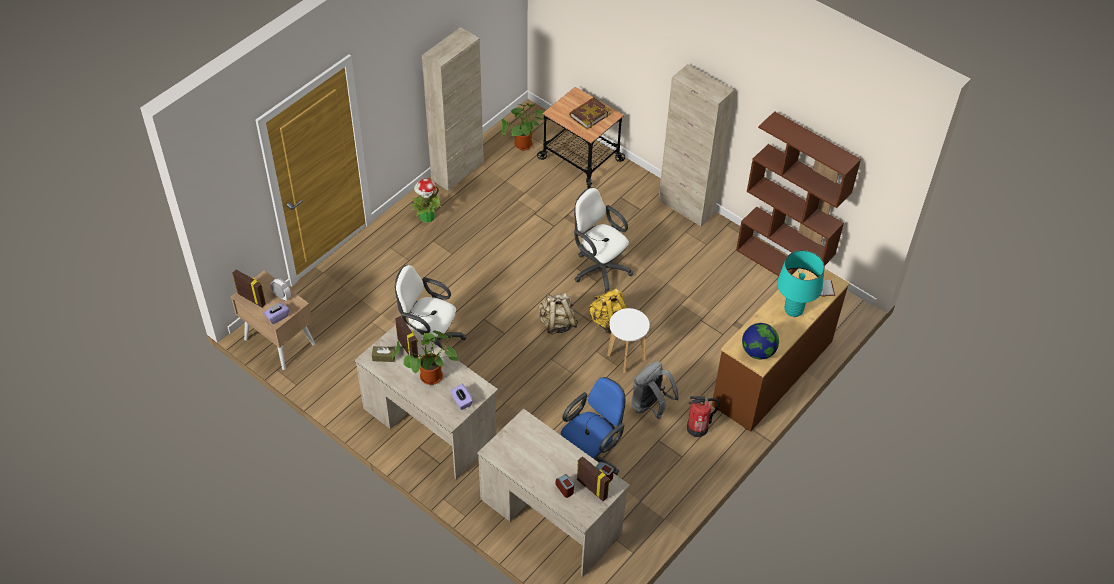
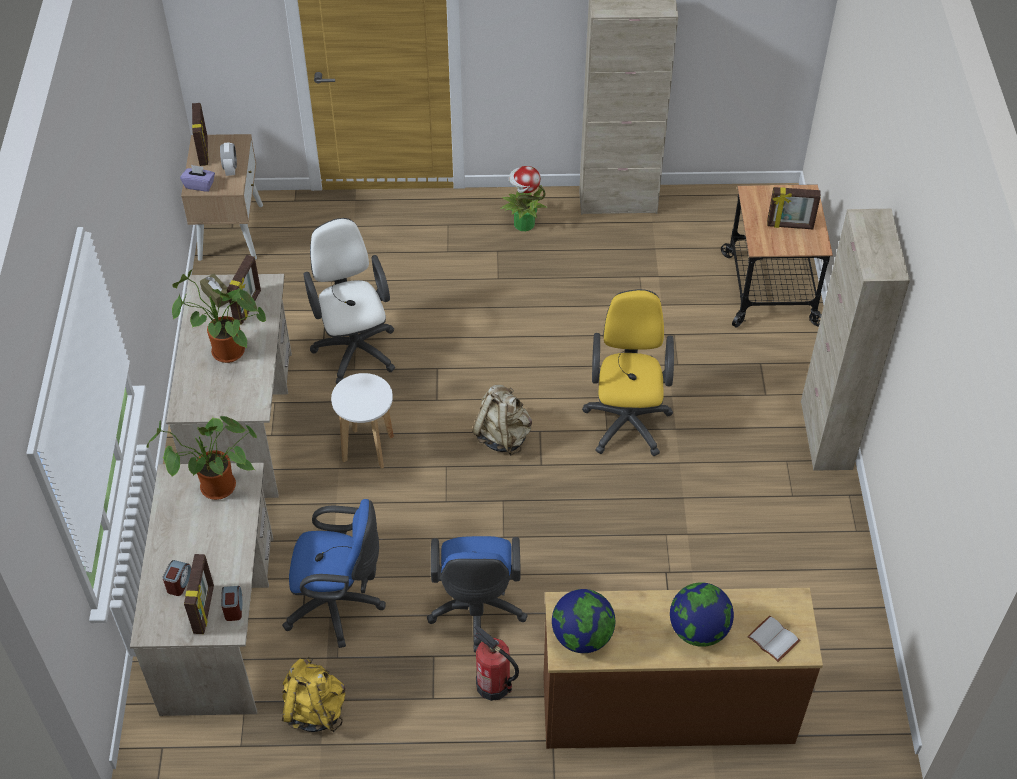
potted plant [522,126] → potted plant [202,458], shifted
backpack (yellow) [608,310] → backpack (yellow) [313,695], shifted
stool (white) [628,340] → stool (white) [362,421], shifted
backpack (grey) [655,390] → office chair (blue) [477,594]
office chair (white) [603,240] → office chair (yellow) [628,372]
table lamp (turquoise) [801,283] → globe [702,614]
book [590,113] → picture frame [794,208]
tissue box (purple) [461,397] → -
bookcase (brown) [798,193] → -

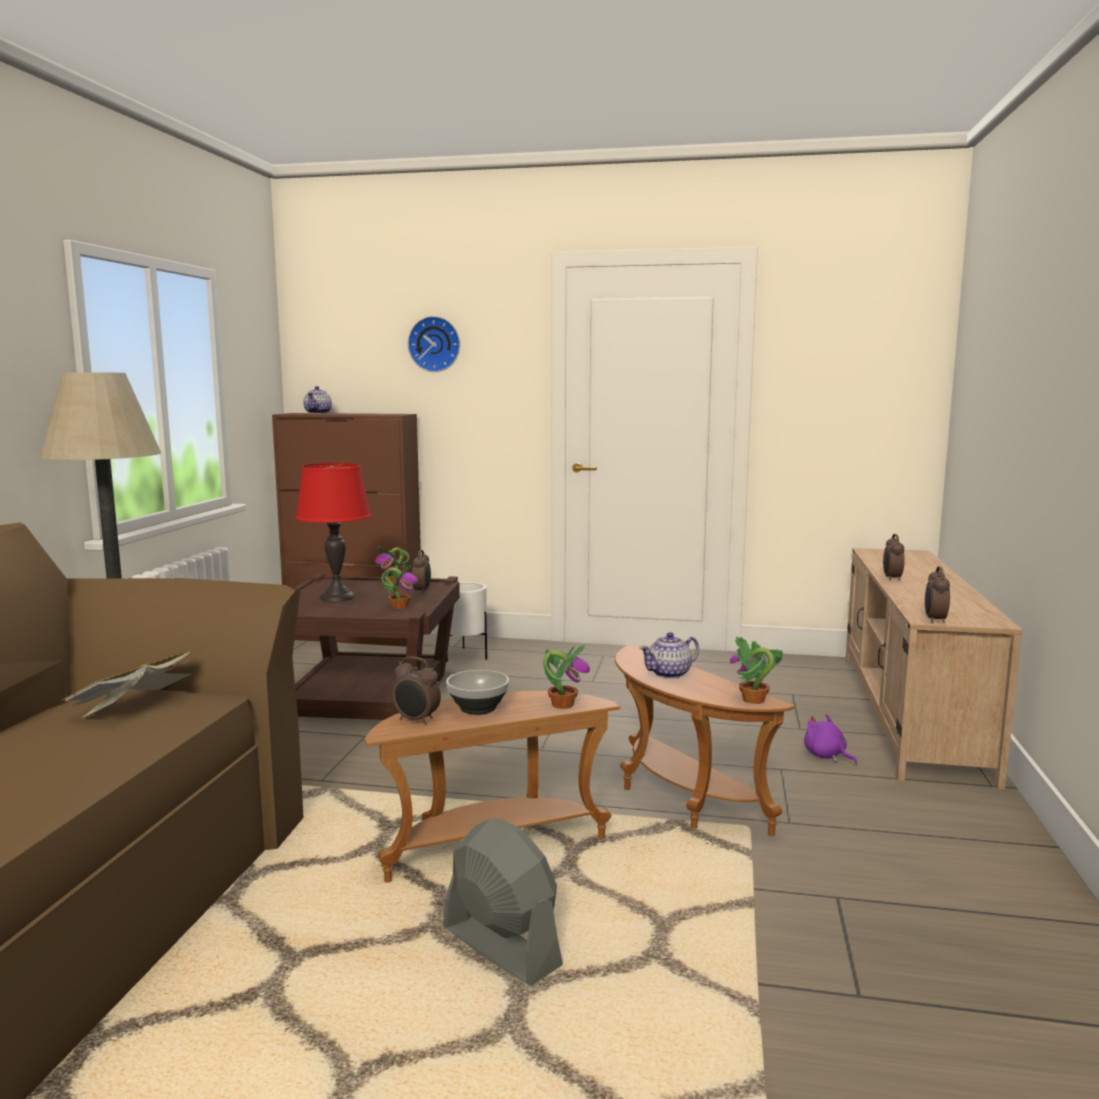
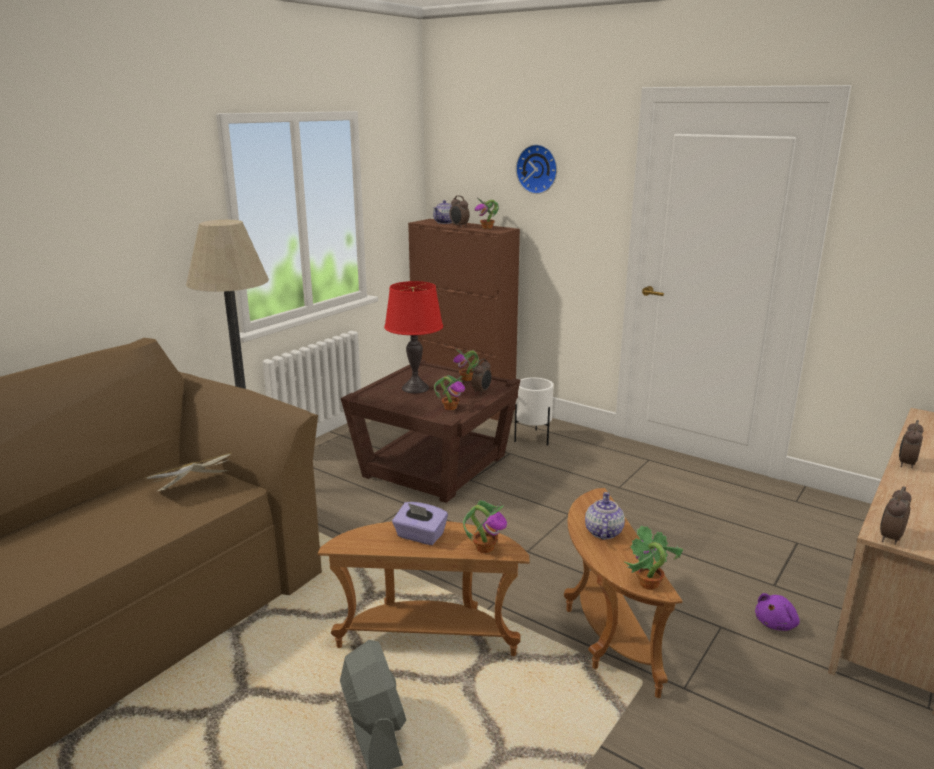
bowl [477,692] → tissue box (purple) [420,523]
alarm clock [416,691] → alarm clock [459,211], shifted
- → potted plant [487,213]
teapot [669,655] → teapot [605,516], 105 degrees clockwise
plush toy (purple) [830,739] → plush toy (purple) [777,612], 120 degrees counterclockwise

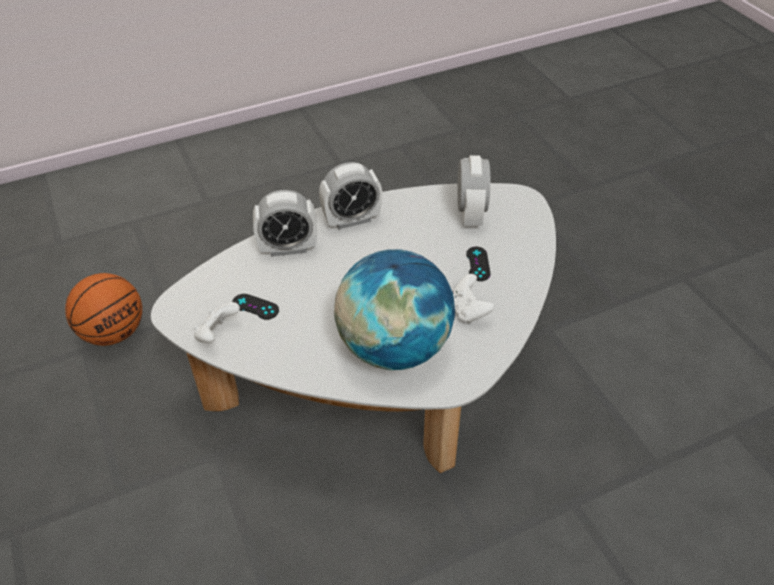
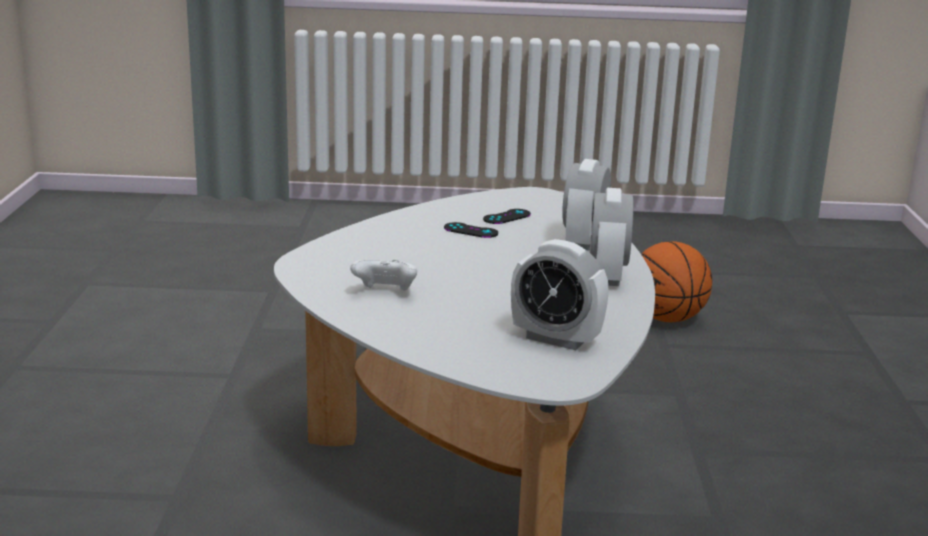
game controller (black) [478,264] → game controller (black) [471,230], shifted
game controller (white) [216,322] → -
globe [394,309] → -

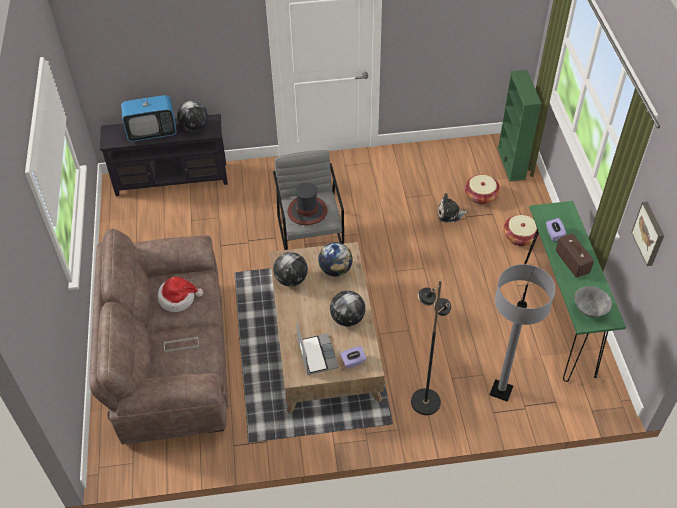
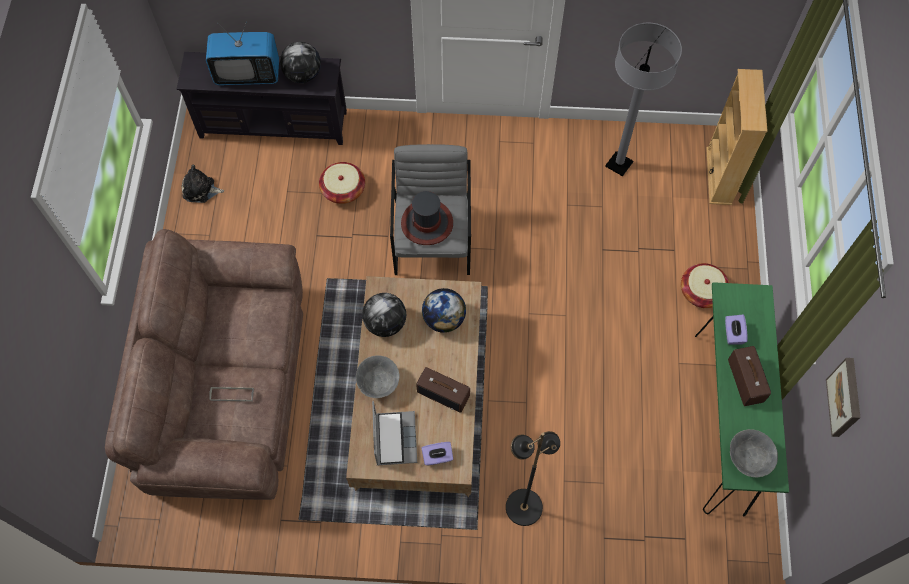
plush toy [453,208] → plush toy [203,183], shifted
basket [482,189] → basket [342,183], shifted
- → bowl (grey) [378,376]
globe [348,308] → radio [443,390]
floor lamp (grey) [522,333] → floor lamp (grey) [643,99], shifted
bookcase (green) [519,125] → bookcase (beige) [737,137]
hat [180,294] → -

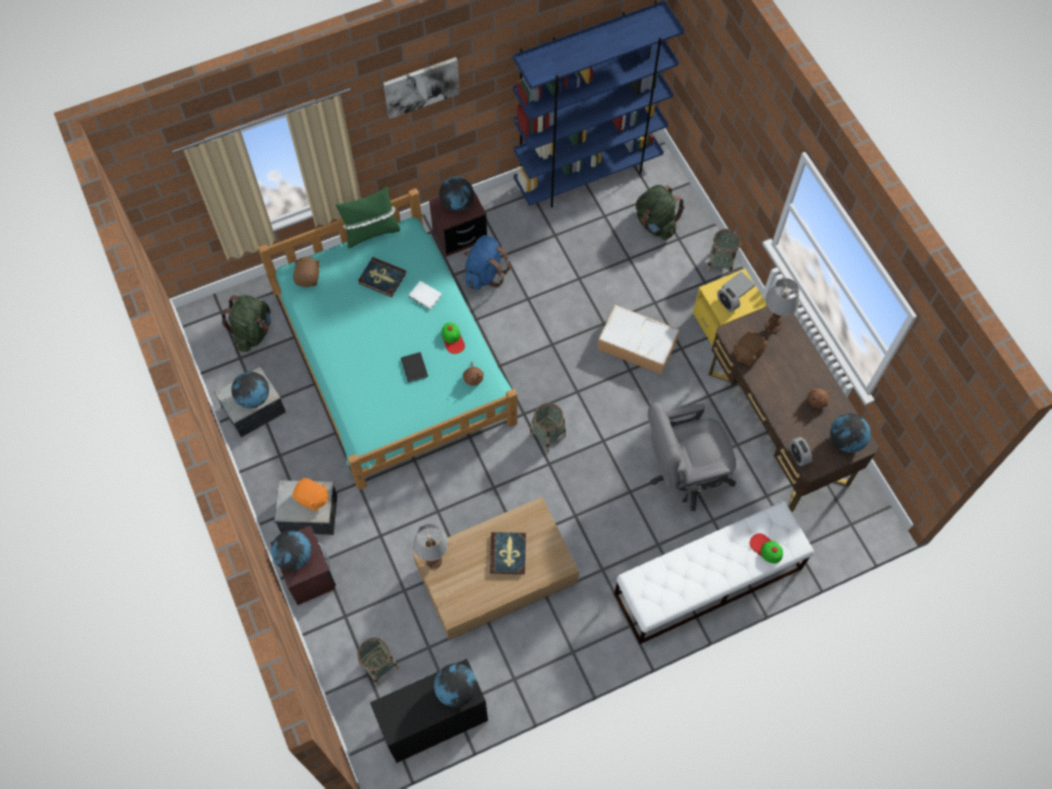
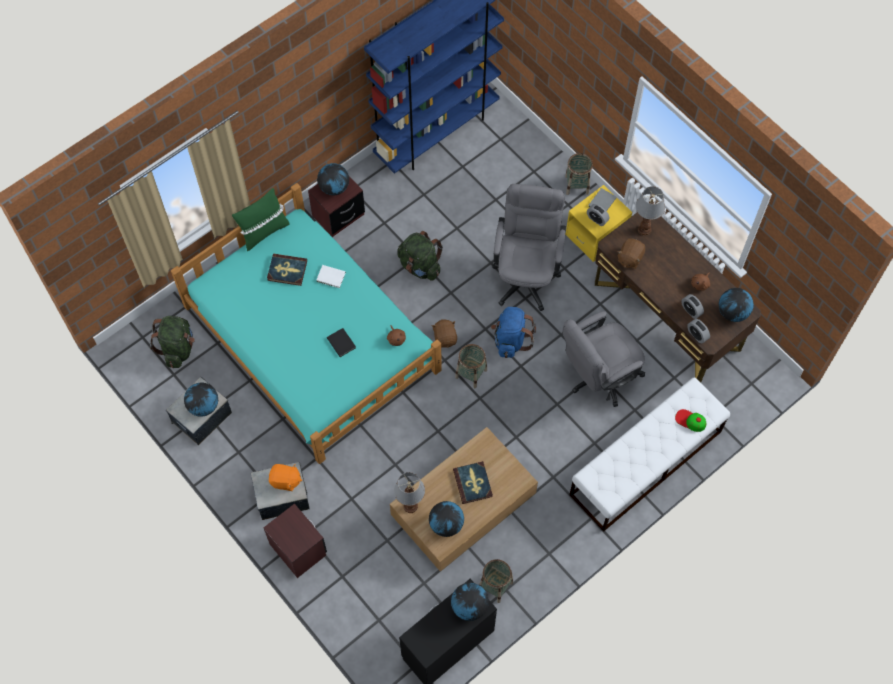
backpack (green) [660,212] → backpack (green) [420,256], shifted
globe [291,550] → globe [446,519], shifted
plush toy (brown) [306,271] → plush toy (brown) [444,333], shifted
basket [378,662] → basket [496,581], shifted
backpack (blue) [487,262] → backpack (blue) [513,332], shifted
storage box [638,340] → office chair (grey) [529,247]
- → alarm clock [692,306]
picture [421,88] → -
cap [453,338] → -

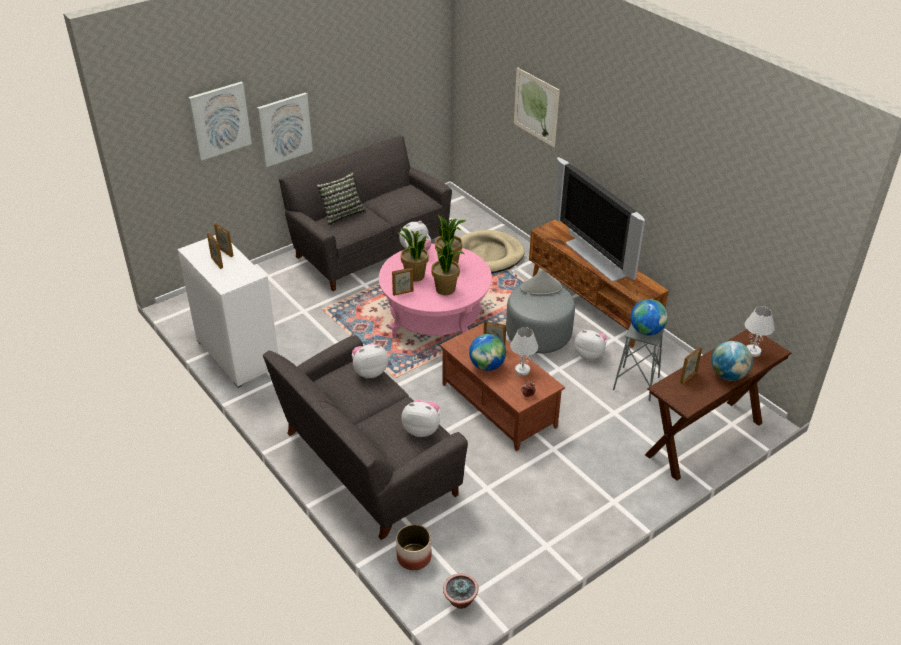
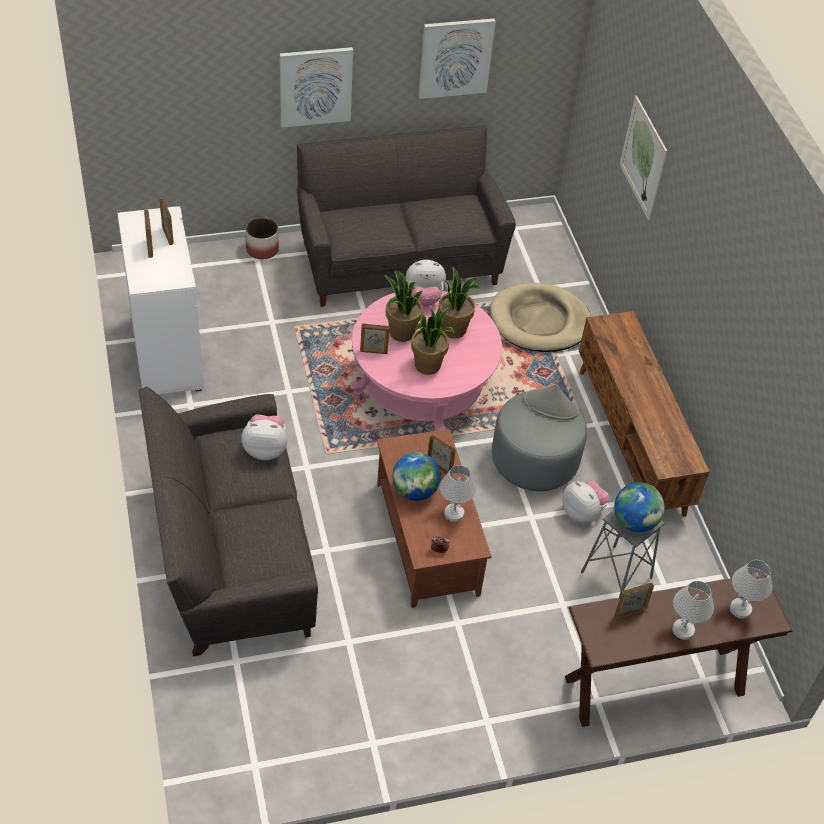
planter [414,547] → planter [262,238], shifted
picture [220,121] → picture [457,58], shifted
globe [732,361] → table lamp (white) [693,610]
pillow [341,199] → -
plush toy [420,418] → -
potted plant [460,591] → -
television [598,219] → -

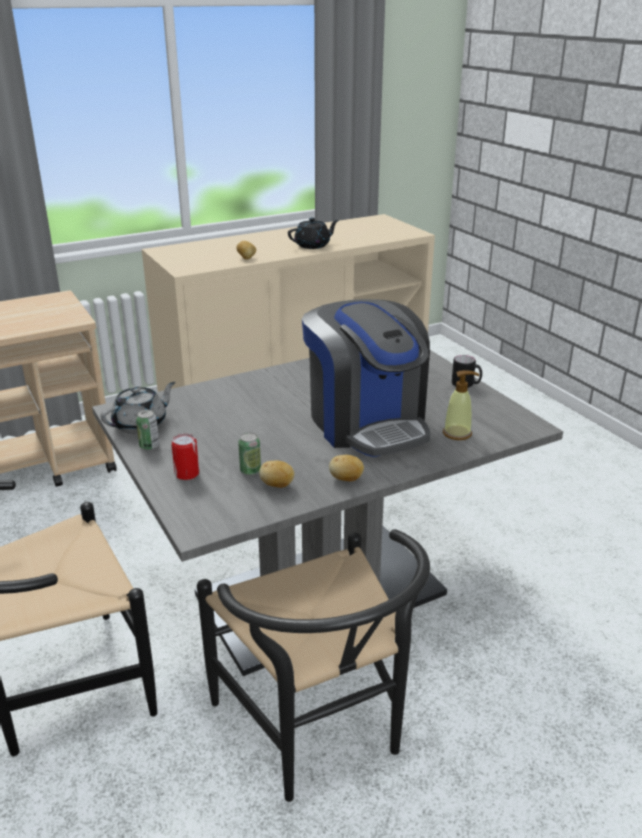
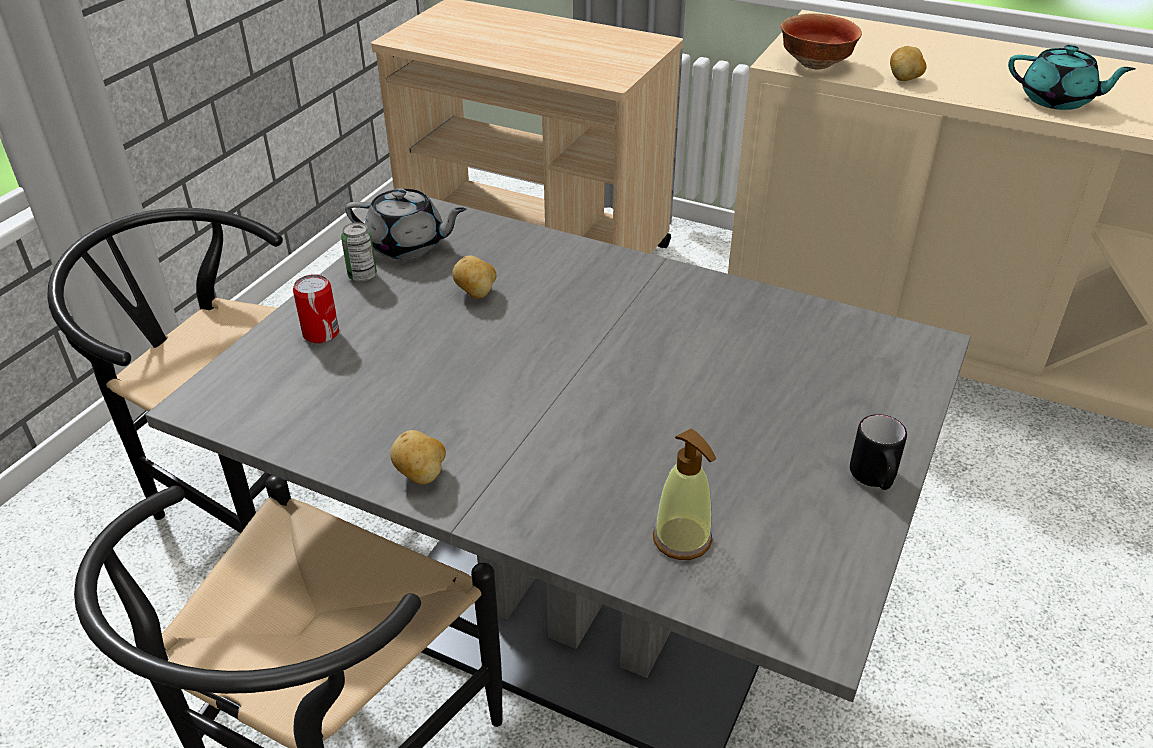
potato [276,474] → potato [474,277], shifted
- → bowl [821,41]
teapot (black) [313,233] → teapot (turquoise) [1071,77]
can [249,453] → -
coffee machine [366,378] → -

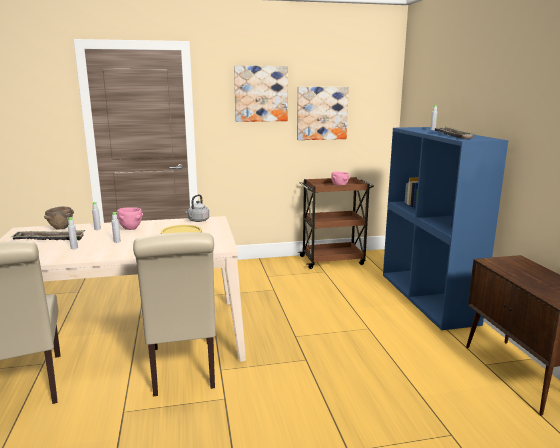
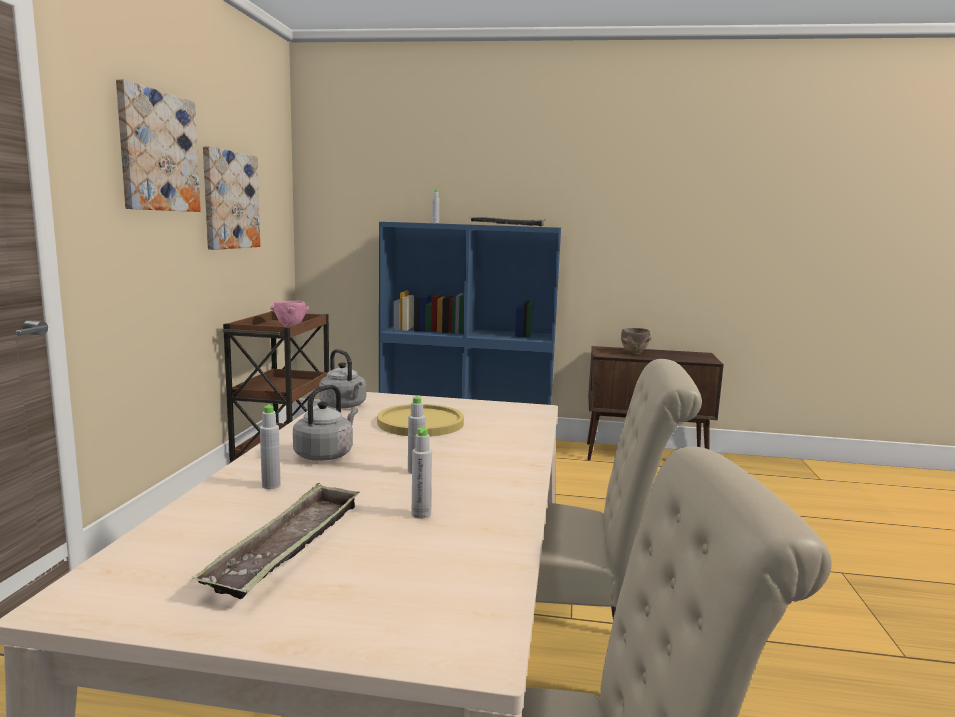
bowl (pink) [130,219] → kettle (grey) [325,423]
bowl (brown) [59,218] → bowl (brown) [636,341], shifted

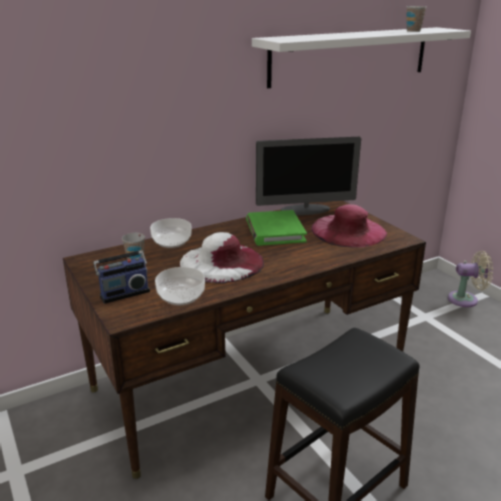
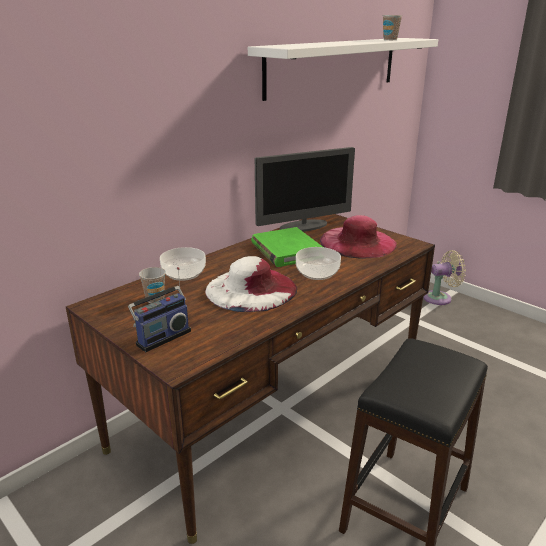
bowl [180,286] → bowl [318,263], shifted

